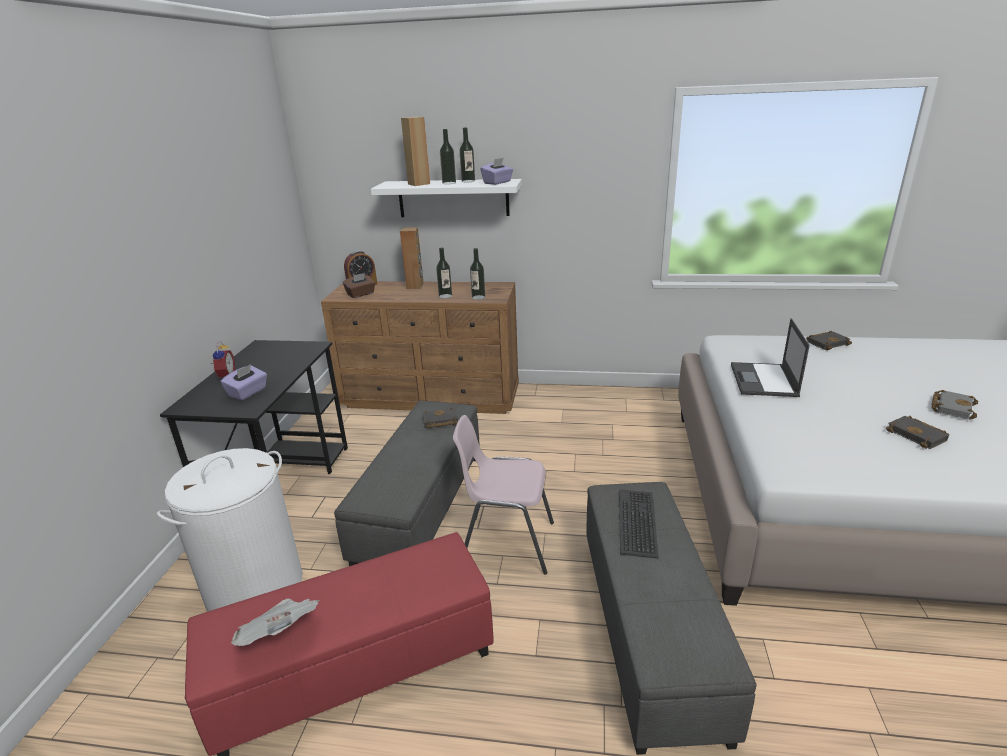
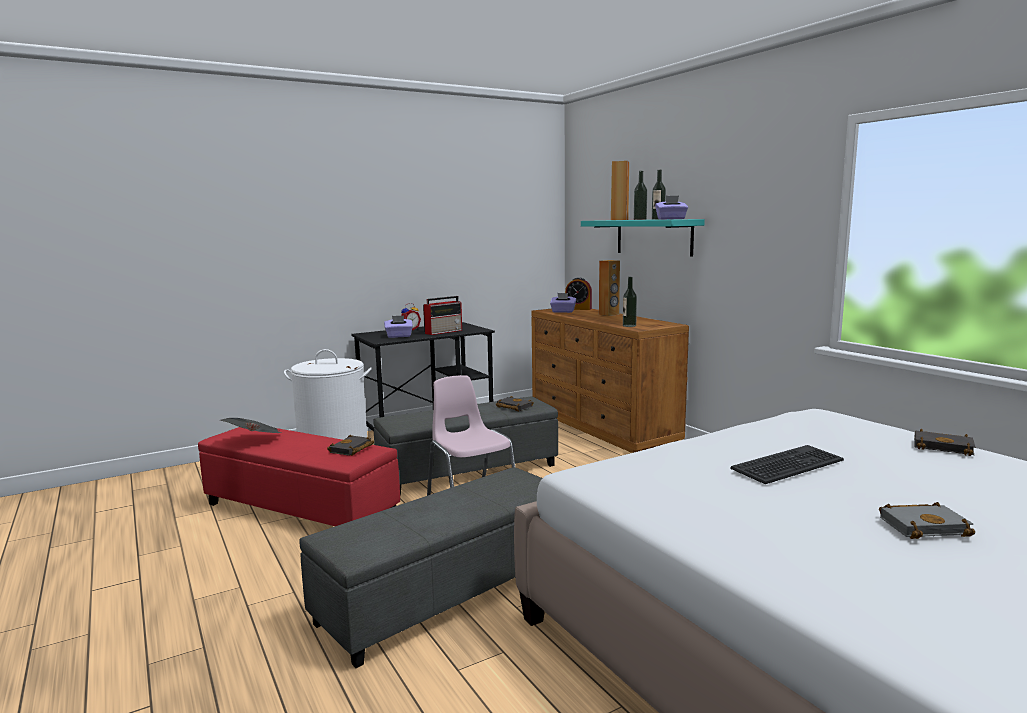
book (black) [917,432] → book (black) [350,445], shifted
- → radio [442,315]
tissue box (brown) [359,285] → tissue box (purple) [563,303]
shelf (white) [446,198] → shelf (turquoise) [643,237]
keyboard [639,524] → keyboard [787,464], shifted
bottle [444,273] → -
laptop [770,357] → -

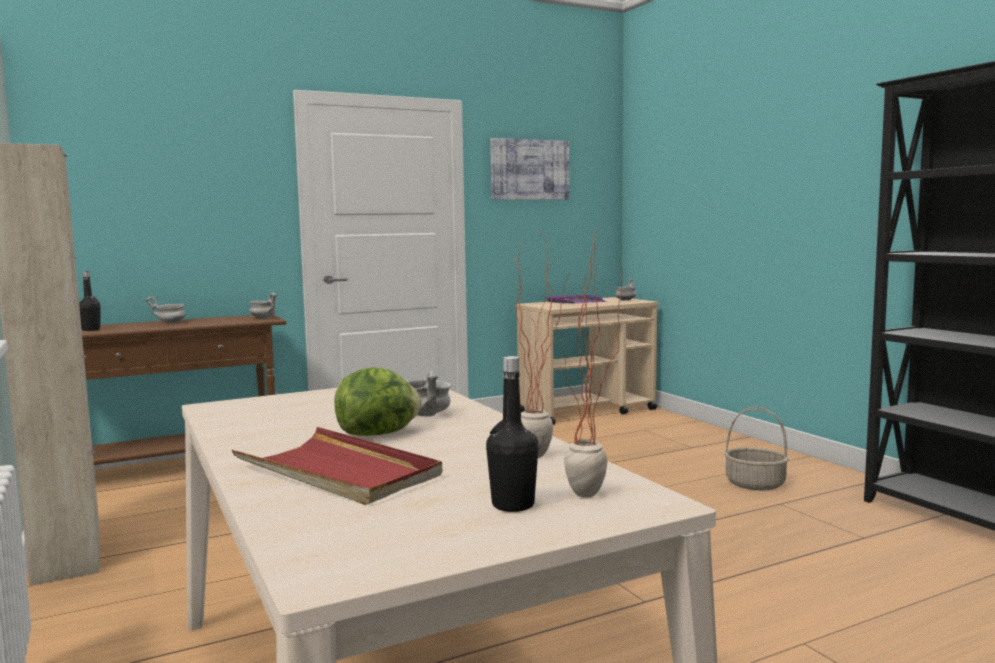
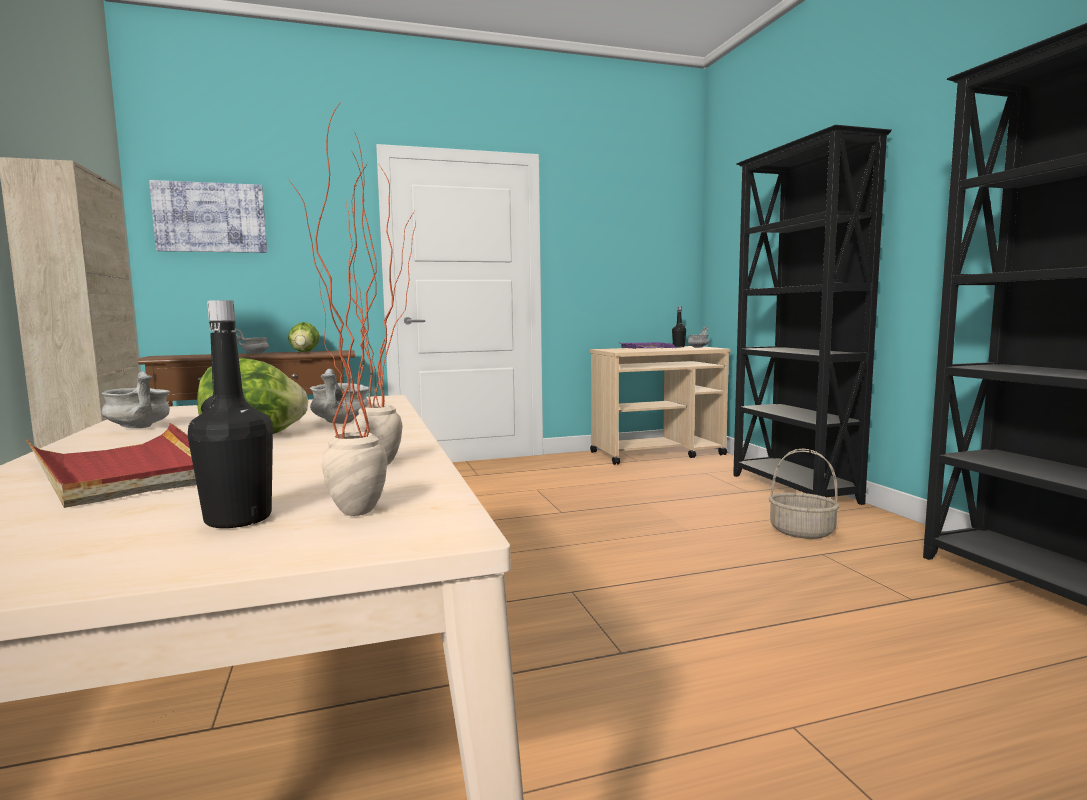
bowl (grey) [263,306] → bowl (grey) [135,399], shifted
picture [529,169] → picture [208,216], shifted
- → lettuce [304,337]
bottle (black) [89,301] → bottle (black) [679,326], shifted
- → bookcase (black) [812,315]

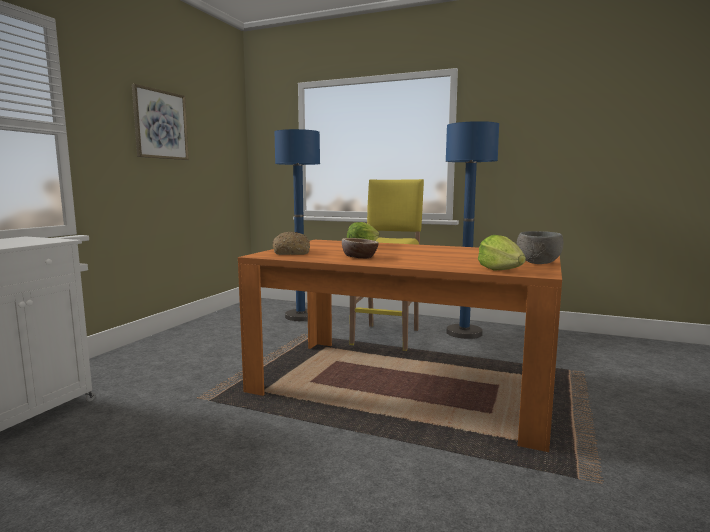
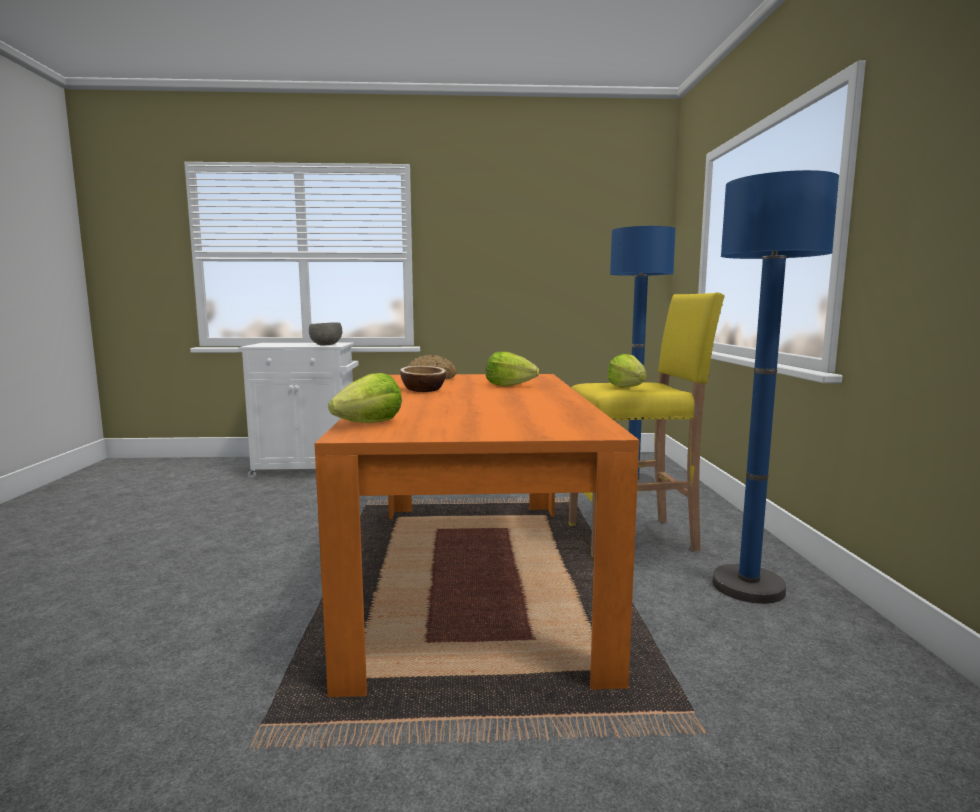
bowl (grey) [540,247] → bowl (grey) [326,334], shifted
- → lettuce [627,371]
picture [160,122] → -

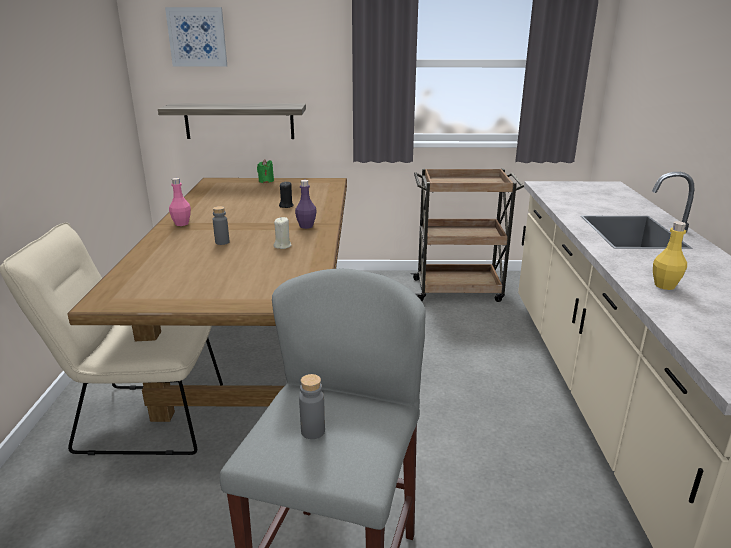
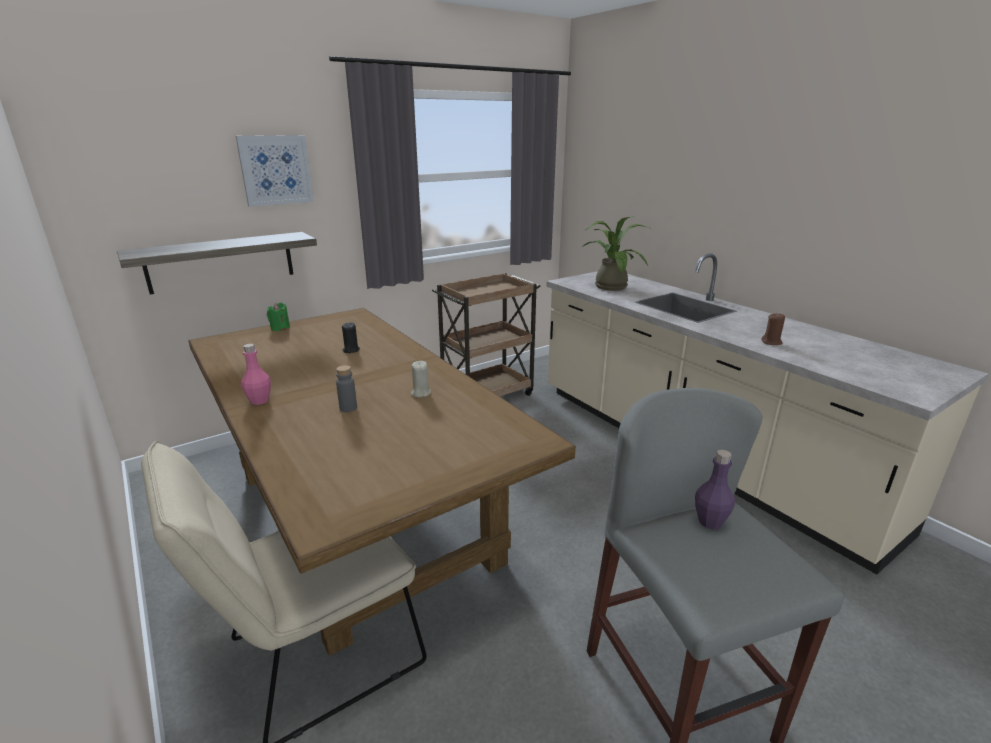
picture [196,37] → picture [275,171], shifted
- → potted plant [616,253]
bottle (purple) [306,204] → bottle (purple) [715,490], shifted
bottle (yellow) [670,255] → candle (brown) [773,329]
bottle (grey) [312,406] → -

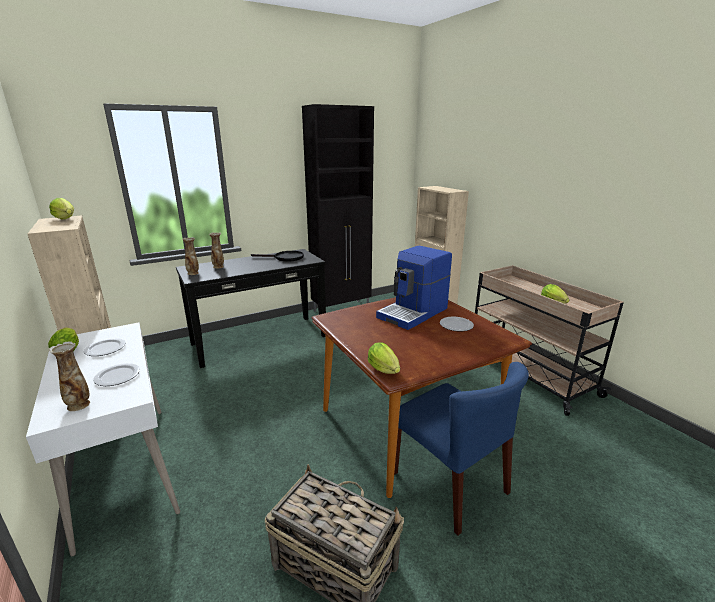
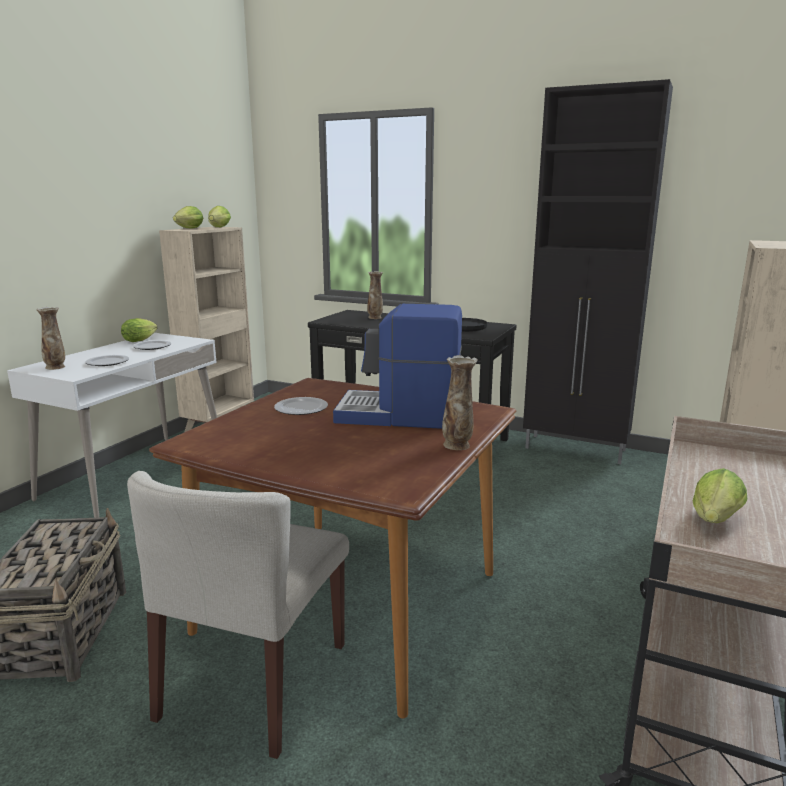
chair (blue) [461,448] → chair (beige) [238,615]
lettuce [384,358] → lettuce [188,217], shifted
plate [457,324] → plate [301,406], shifted
vase [190,256] → vase [460,402], shifted

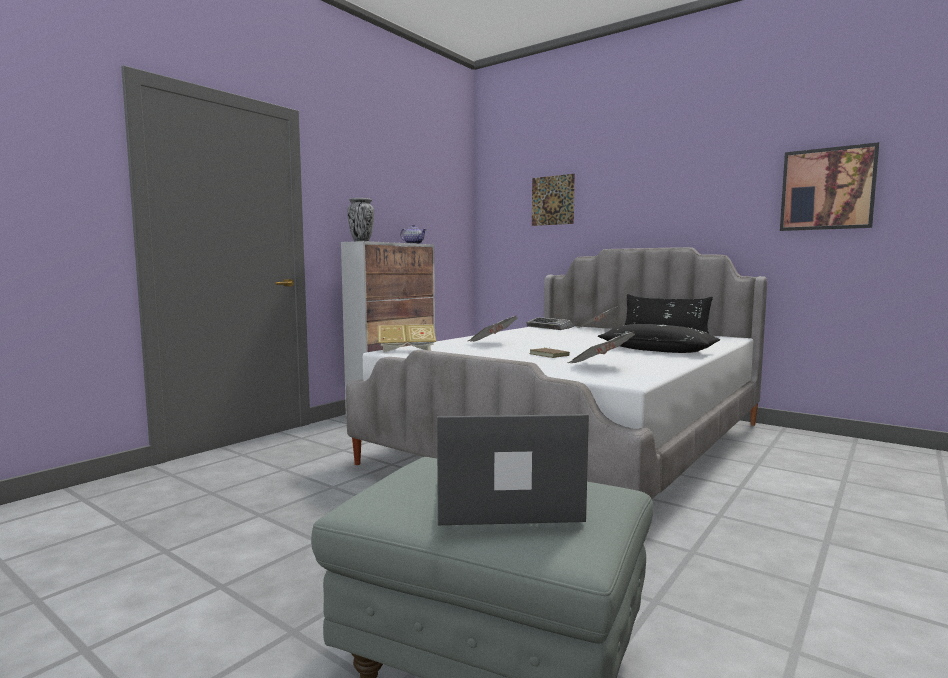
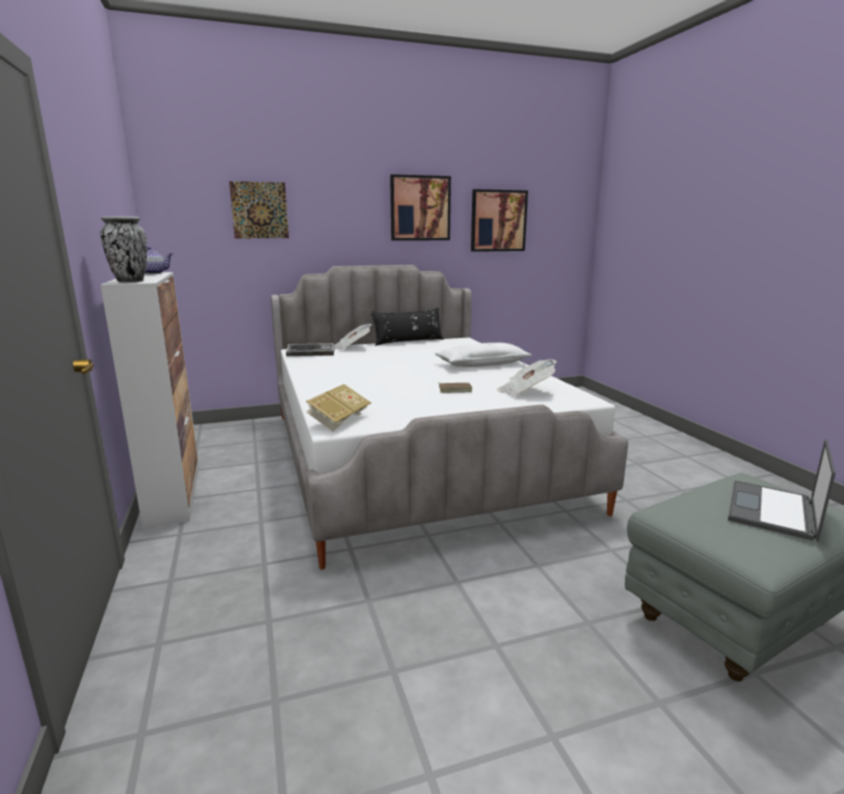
- → picture [420,207]
pillow (black) [659,338] → pillow (white) [483,355]
newspaper [492,328] → -

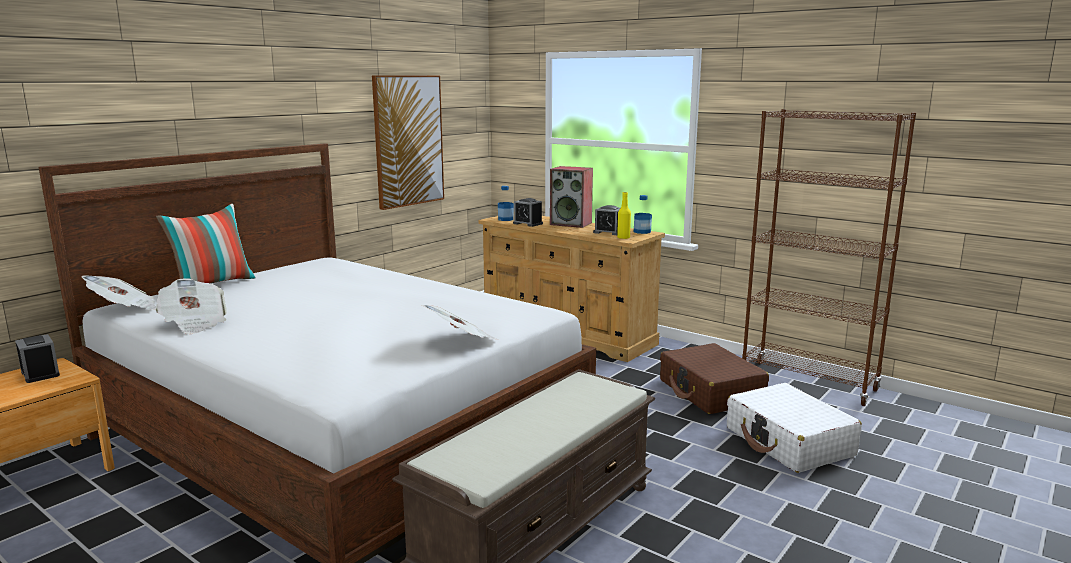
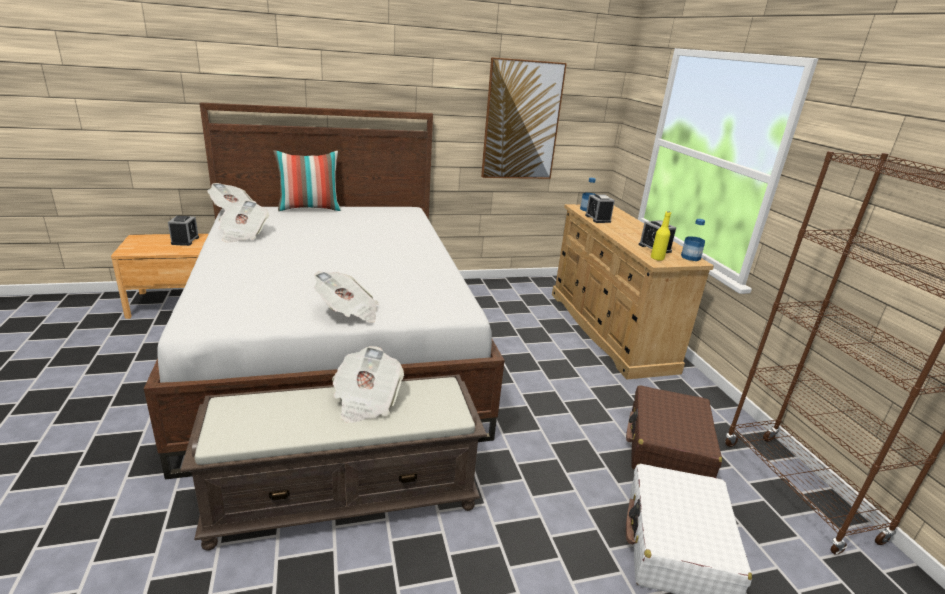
- → newspaper [368,384]
speaker [571,197] → -

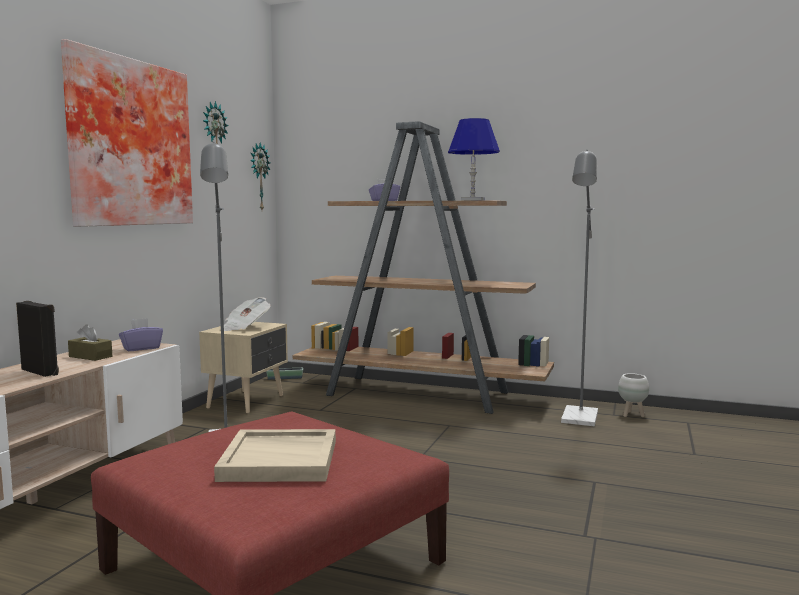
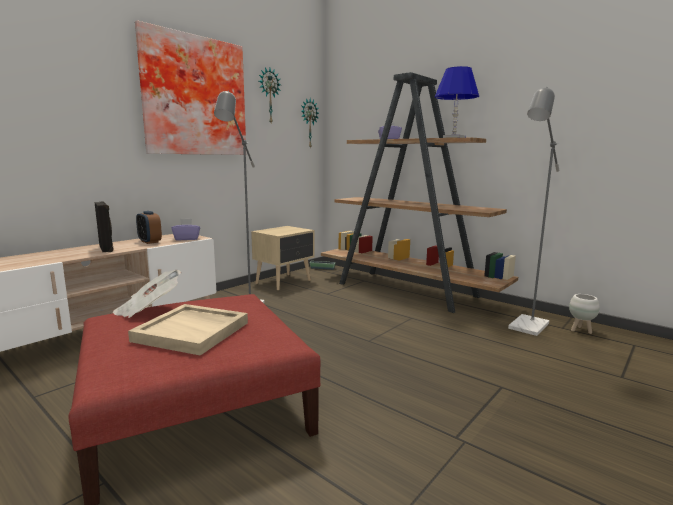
newspaper [245,314] → newspaper [147,294], shifted
tissue box (brown) [90,342] → alarm clock [149,227]

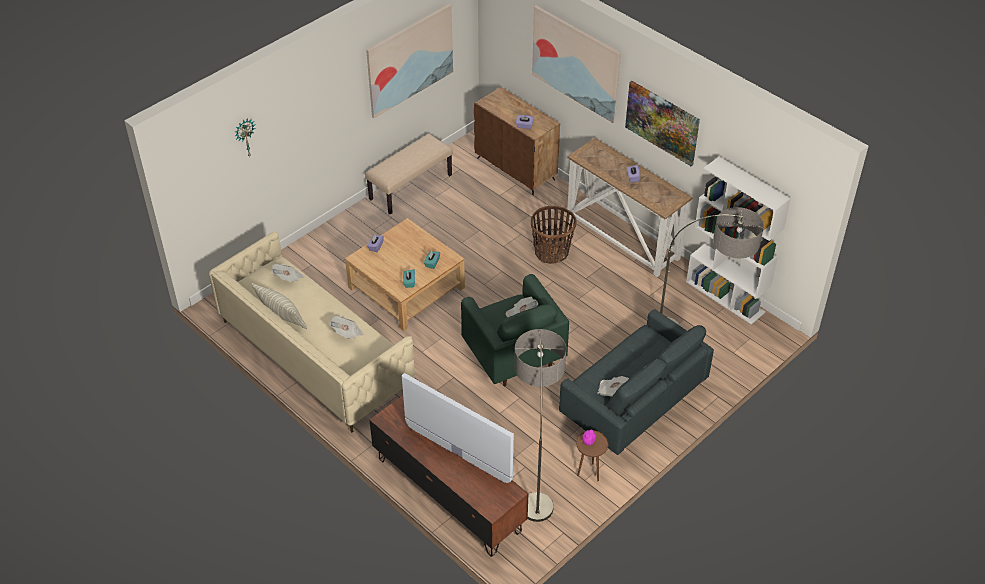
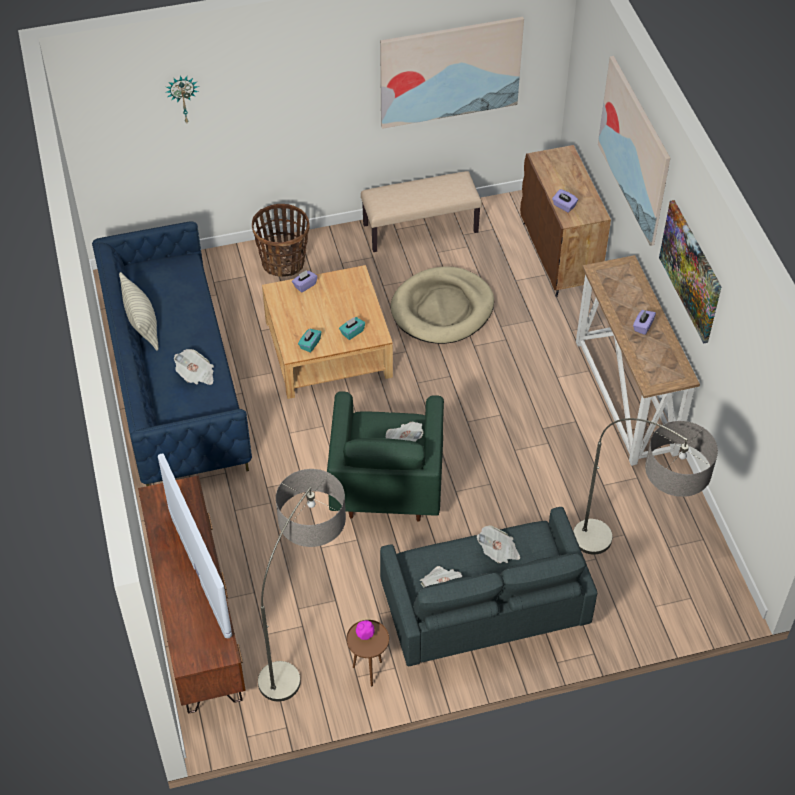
sofa (beige) [312,332] → sofa (blue) [172,353]
basket [554,235] → basket [281,240], shifted
- → dog bed (beige) [442,305]
newspaper [287,272] → newspaper [498,544], shifted
bookcase (white) [738,240] → -

